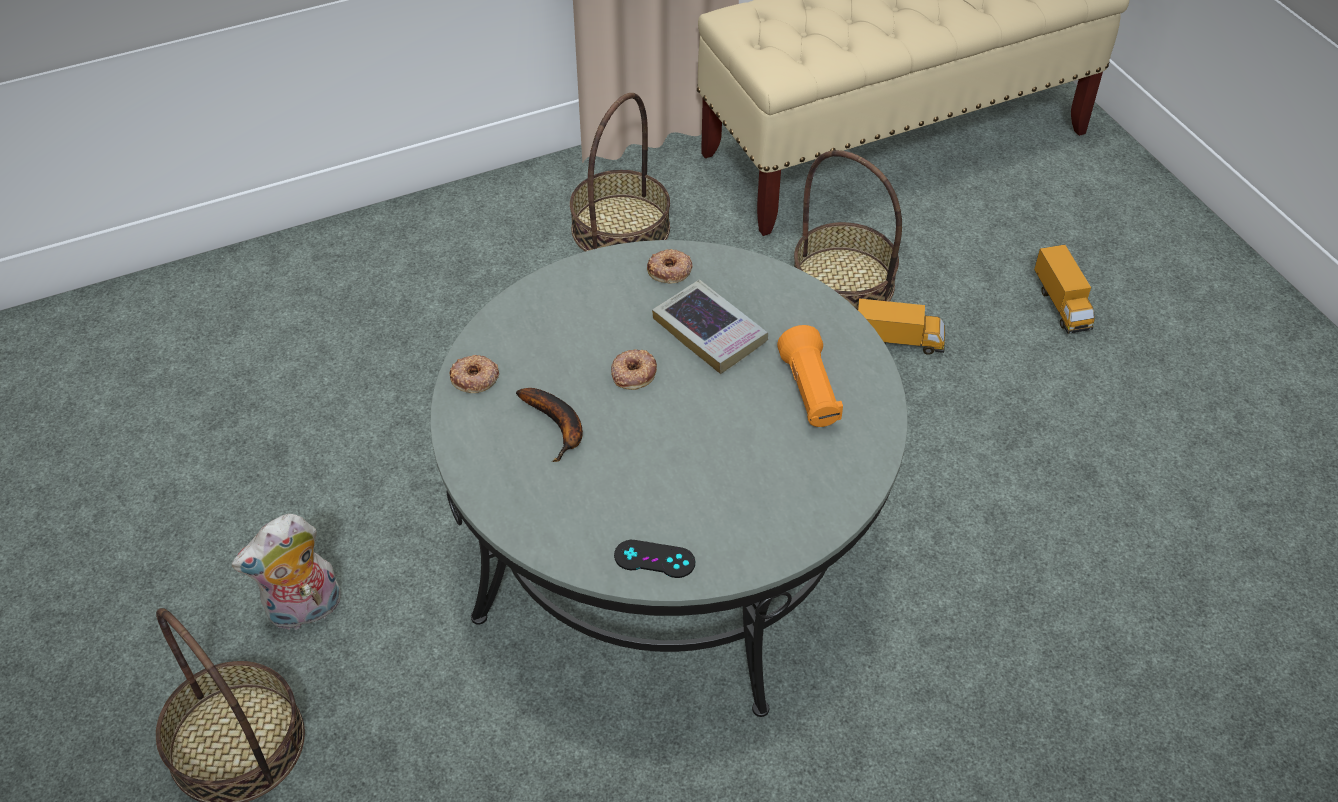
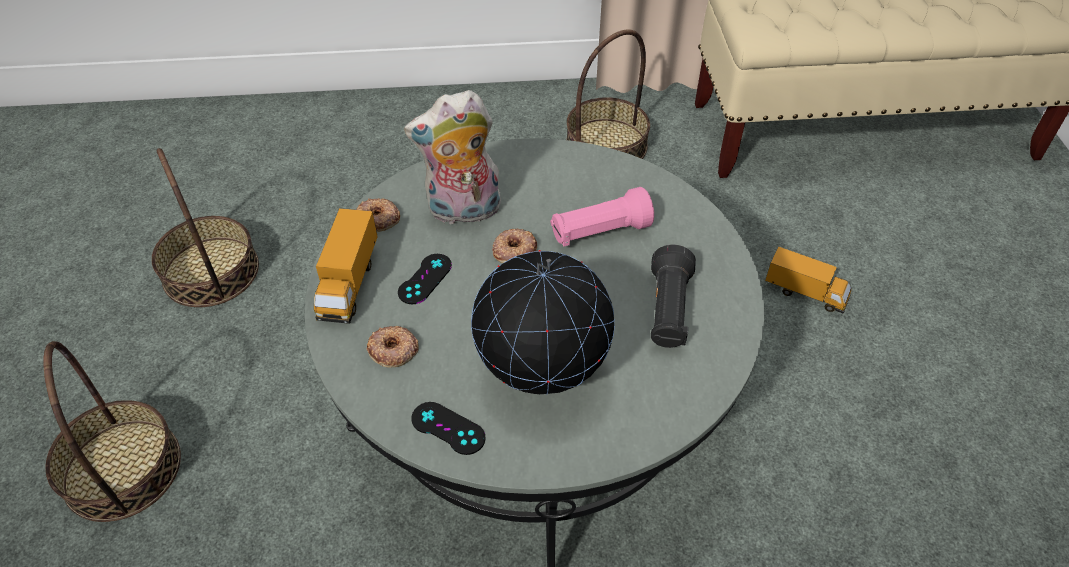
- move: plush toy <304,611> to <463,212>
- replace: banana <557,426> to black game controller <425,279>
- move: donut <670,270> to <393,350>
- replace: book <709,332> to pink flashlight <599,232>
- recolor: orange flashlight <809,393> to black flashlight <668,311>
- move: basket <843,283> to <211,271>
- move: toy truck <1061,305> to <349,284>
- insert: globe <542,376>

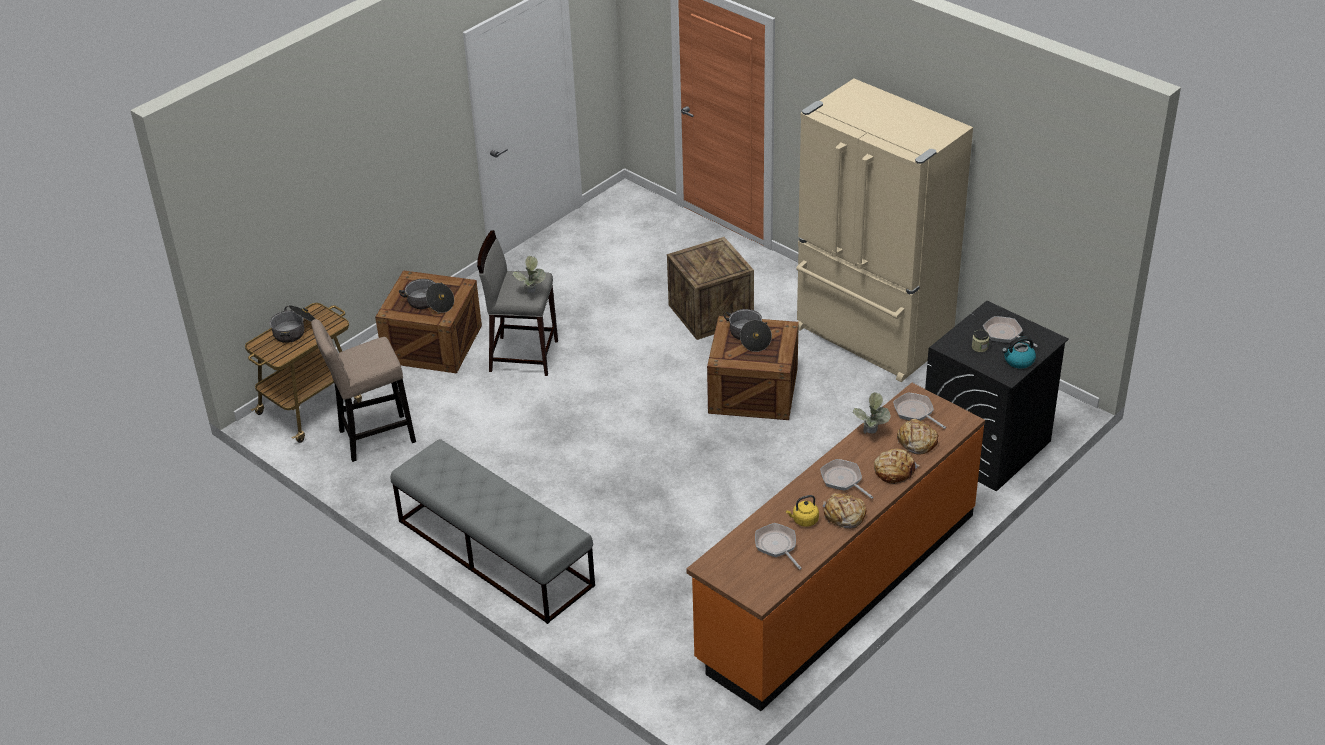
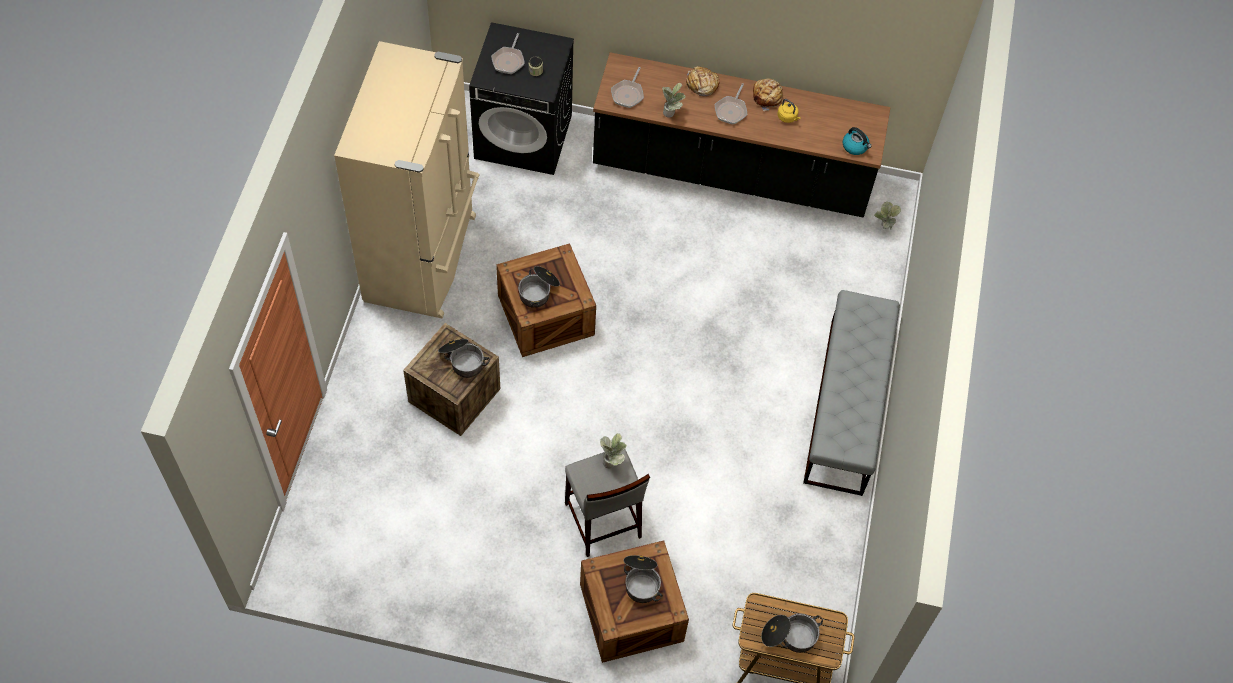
- delete: beige stool <372,438>
- recolor: orange counter <837,587> to black counter <731,173>
- delete: frying pan <777,546>
- delete: bread <916,442>
- move: kettle <1018,361> to <855,146>
- insert: cooking pot <462,360>
- insert: potted plant <883,227>

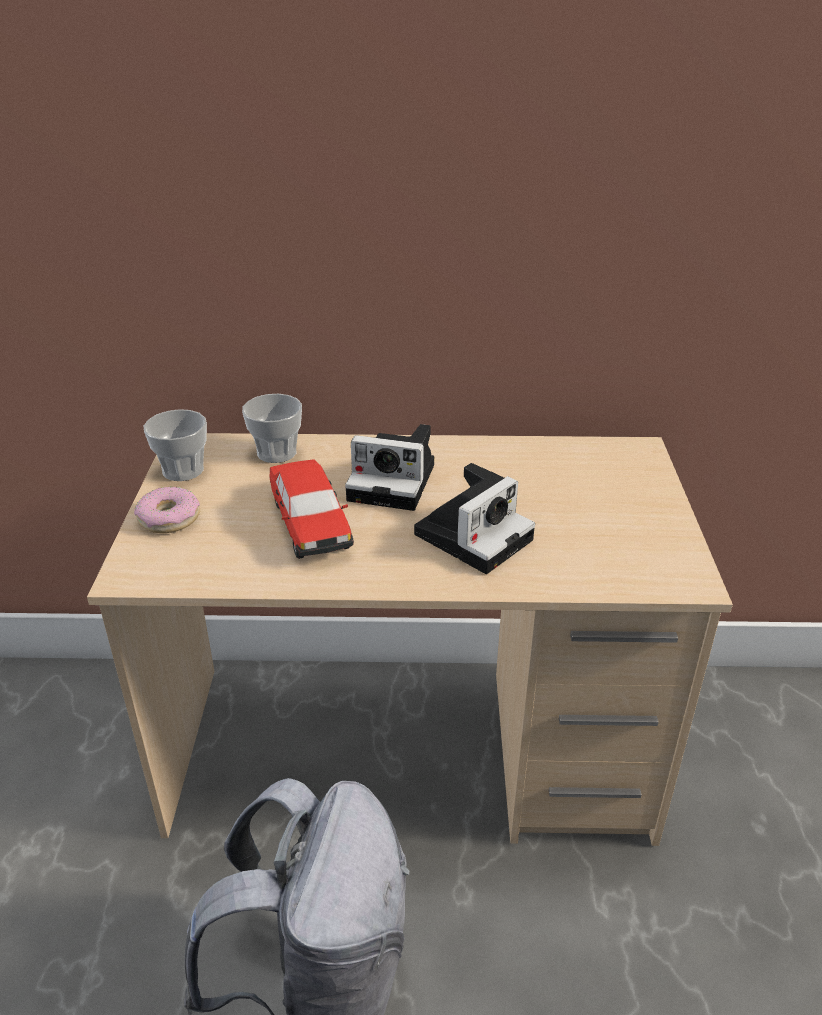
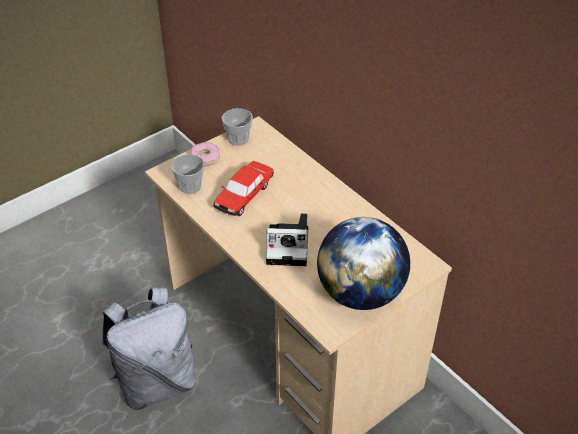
- move: cup <276,452> to <190,186>
- delete: photo camera <396,482>
- insert: globe <360,293>

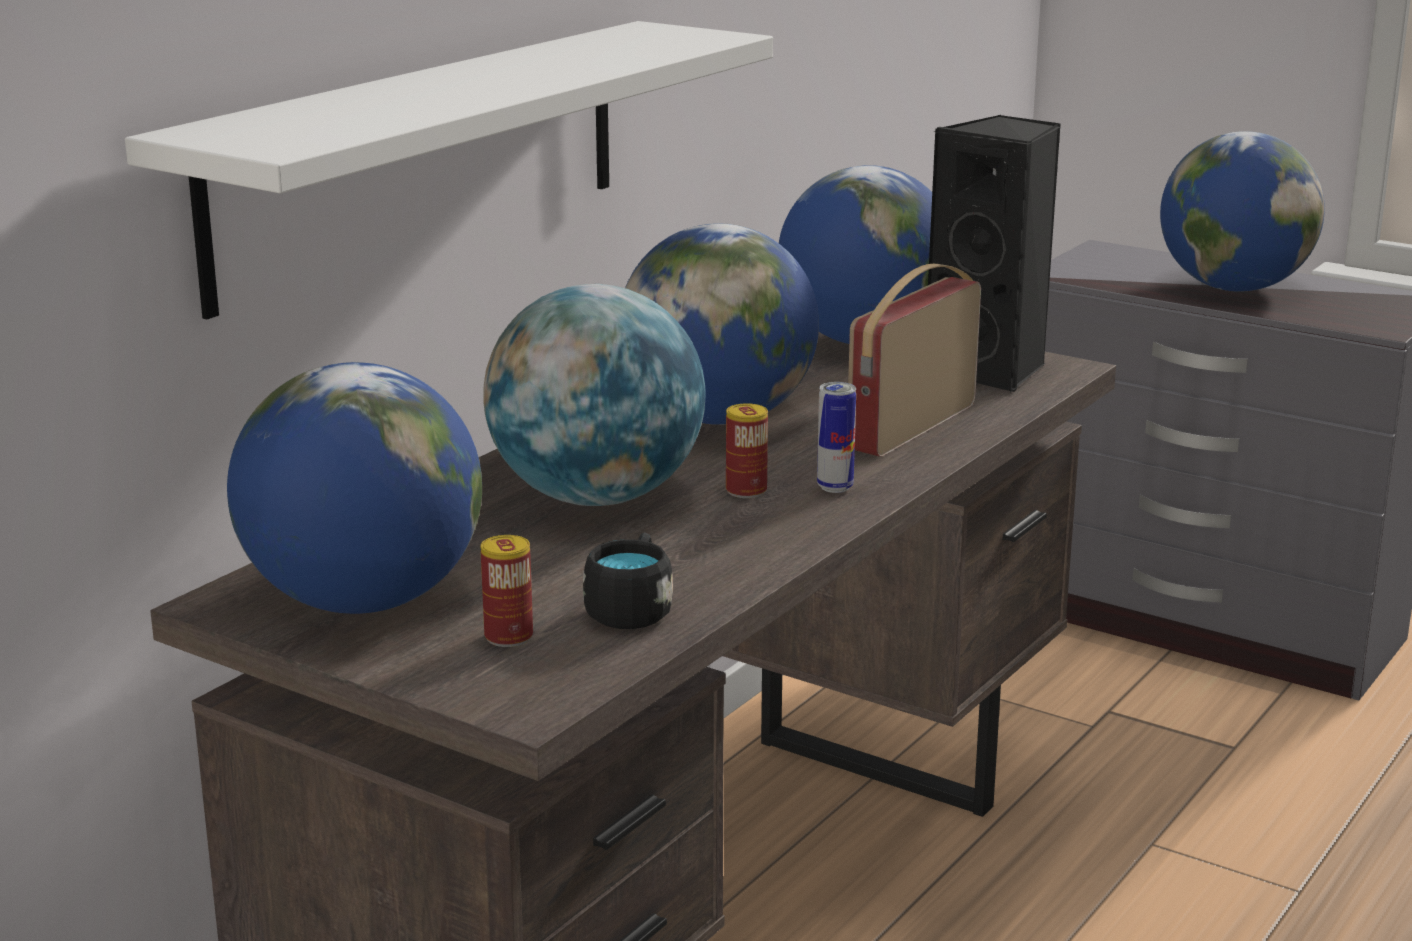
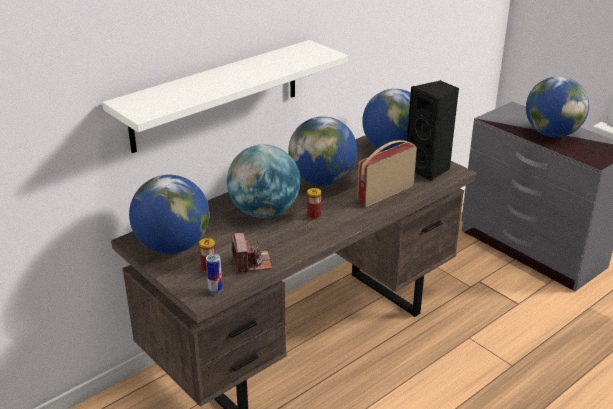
- replace: black mug <632,609> to photo camera <251,262>
- move: can <835,487> to <215,291>

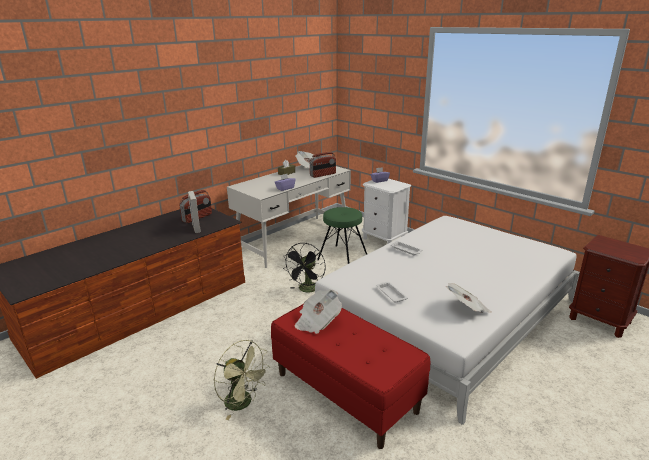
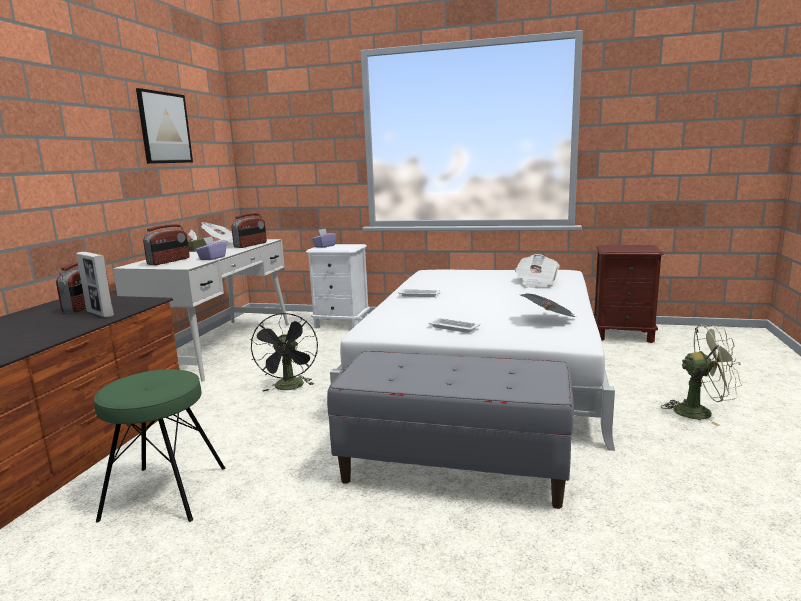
- move: green fan <243,403> to <700,412>
- recolor: red bench <346,392> to grey bench <454,468>
- move: newspaper <317,322> to <536,283>
- move: green stool <342,257> to <165,493>
- insert: picture <164,128>
- insert: radio <169,261>

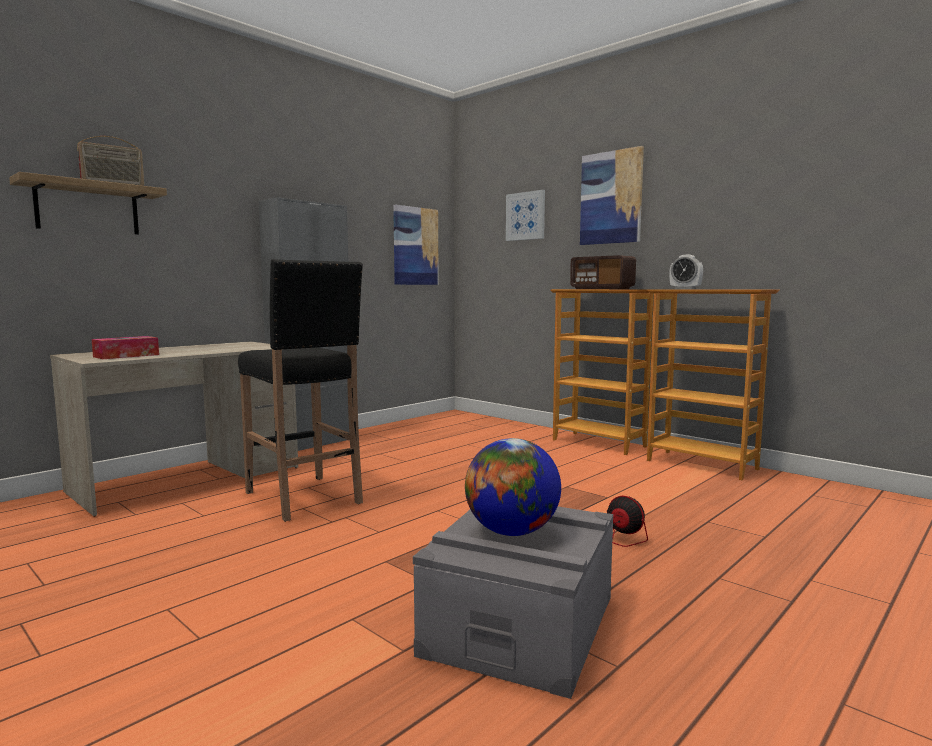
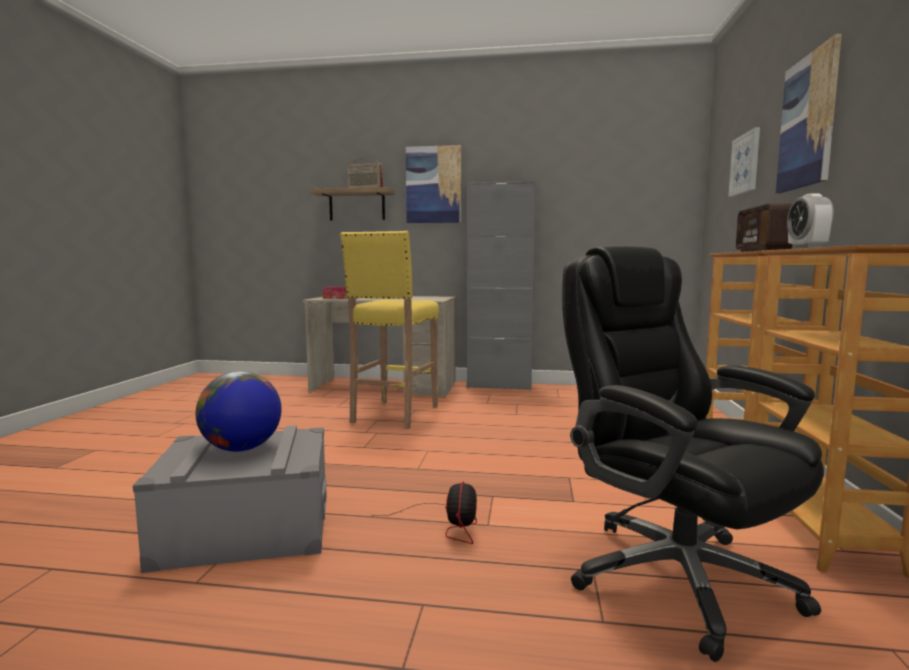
- recolor: black stool <304,498> to yellow stool <394,415>
- move: picture <415,246> to <433,185>
- insert: black office chair <675,575>

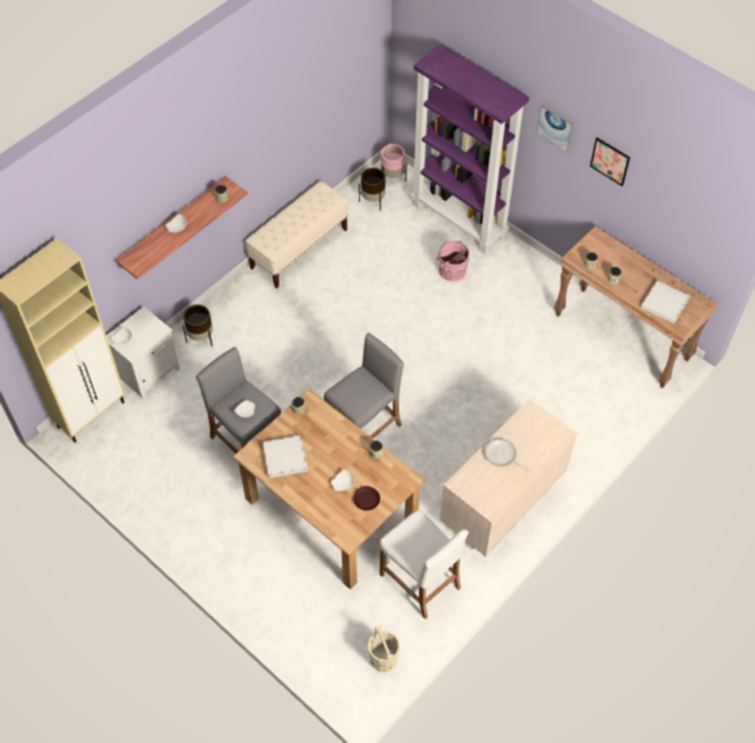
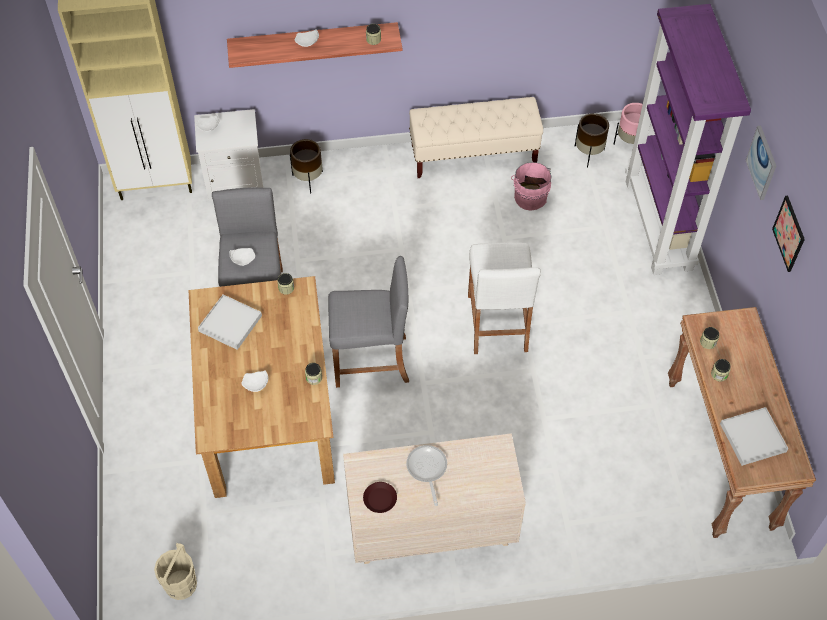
- move: brown plate <367,500> to <380,499>
- move: white stool <420,581> to <497,323>
- move: pink bucket <451,270> to <530,196>

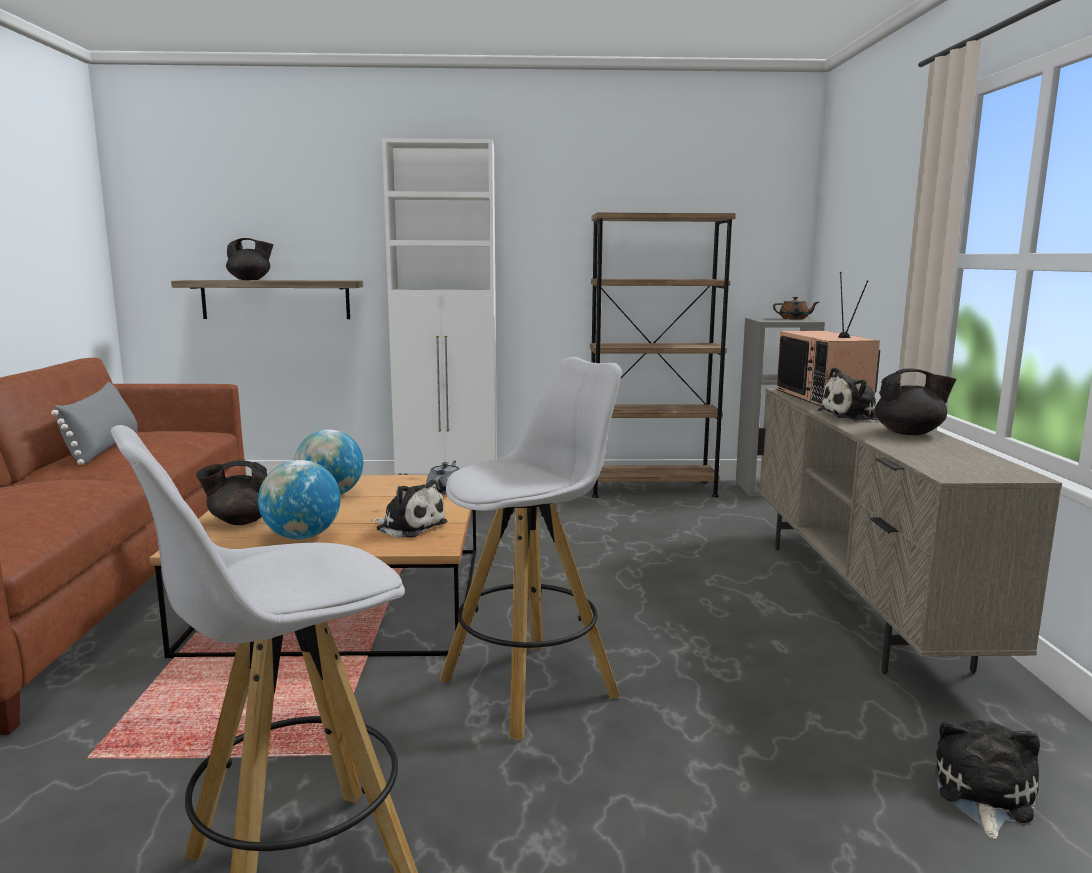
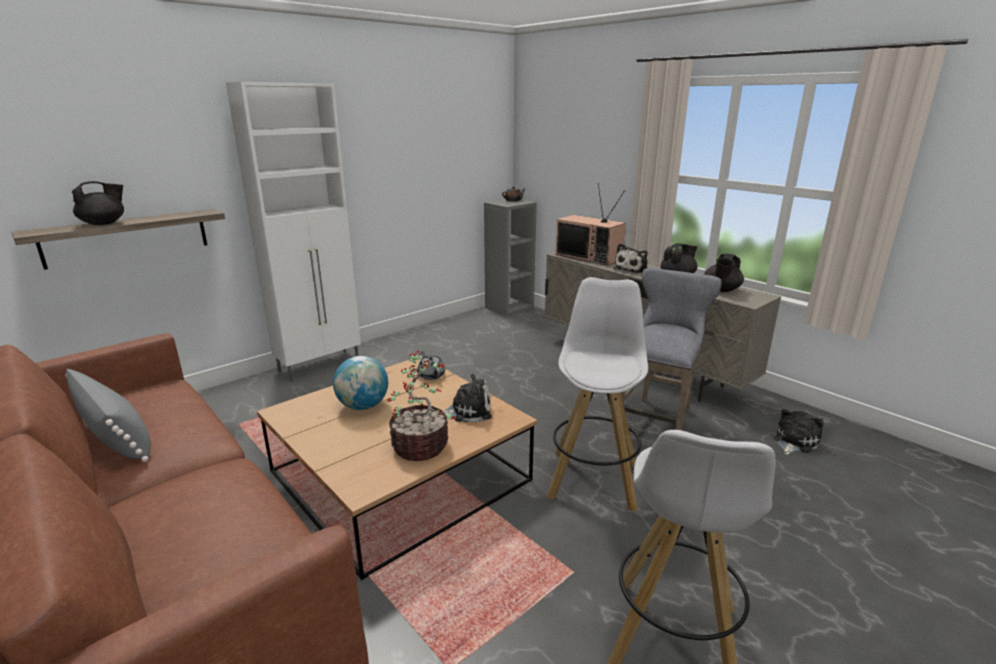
- move: black teapot <240,521> to <721,290>
- replace: globe <302,537> to potted plant <421,447>
- delete: brown bookcase <651,489>
- rotate: plush toy <983,795> = <794,441> 60 degrees clockwise
- insert: grey stool <657,420>

